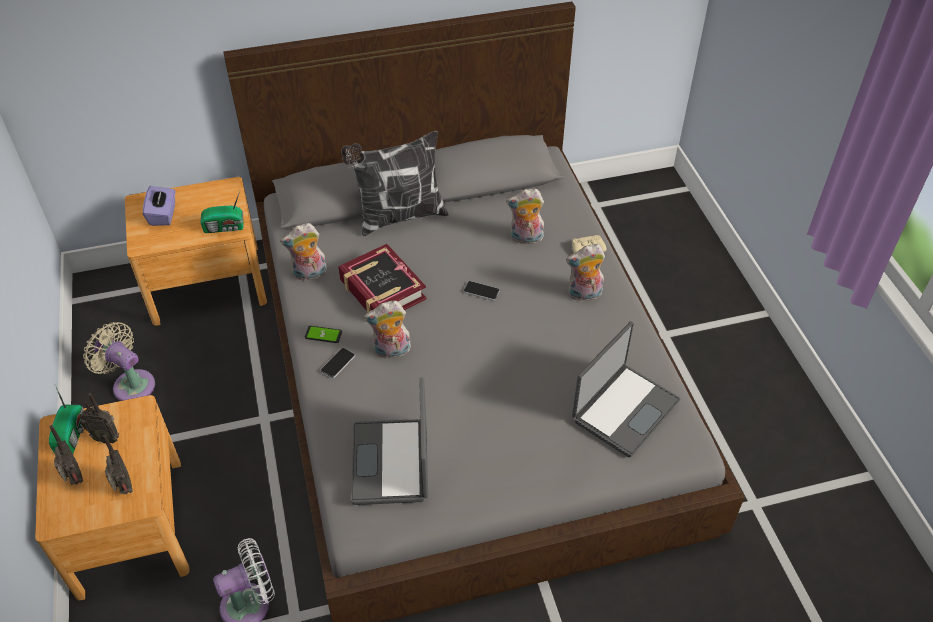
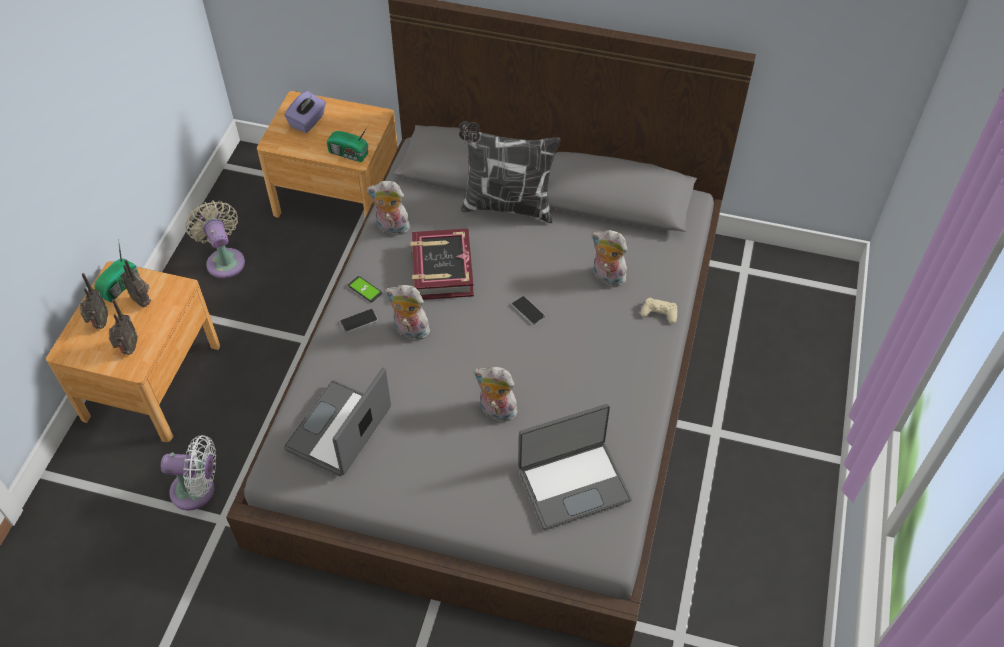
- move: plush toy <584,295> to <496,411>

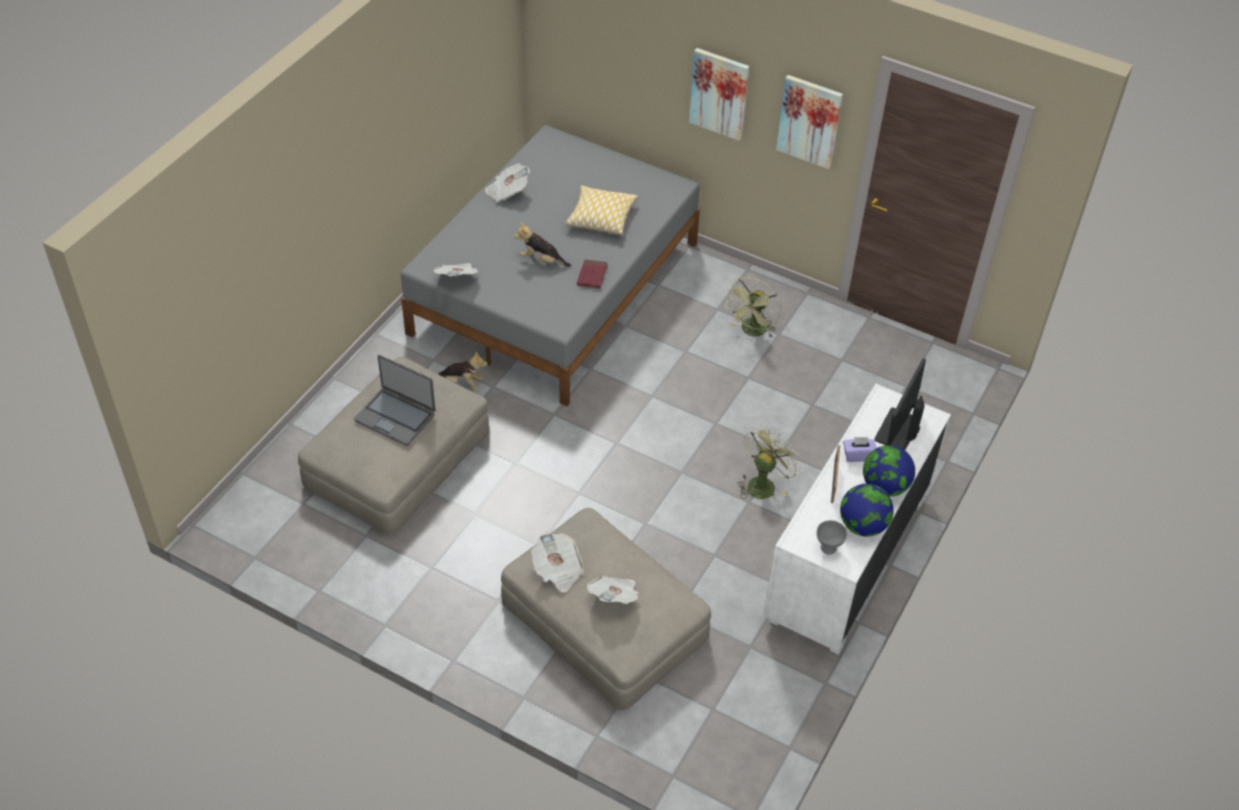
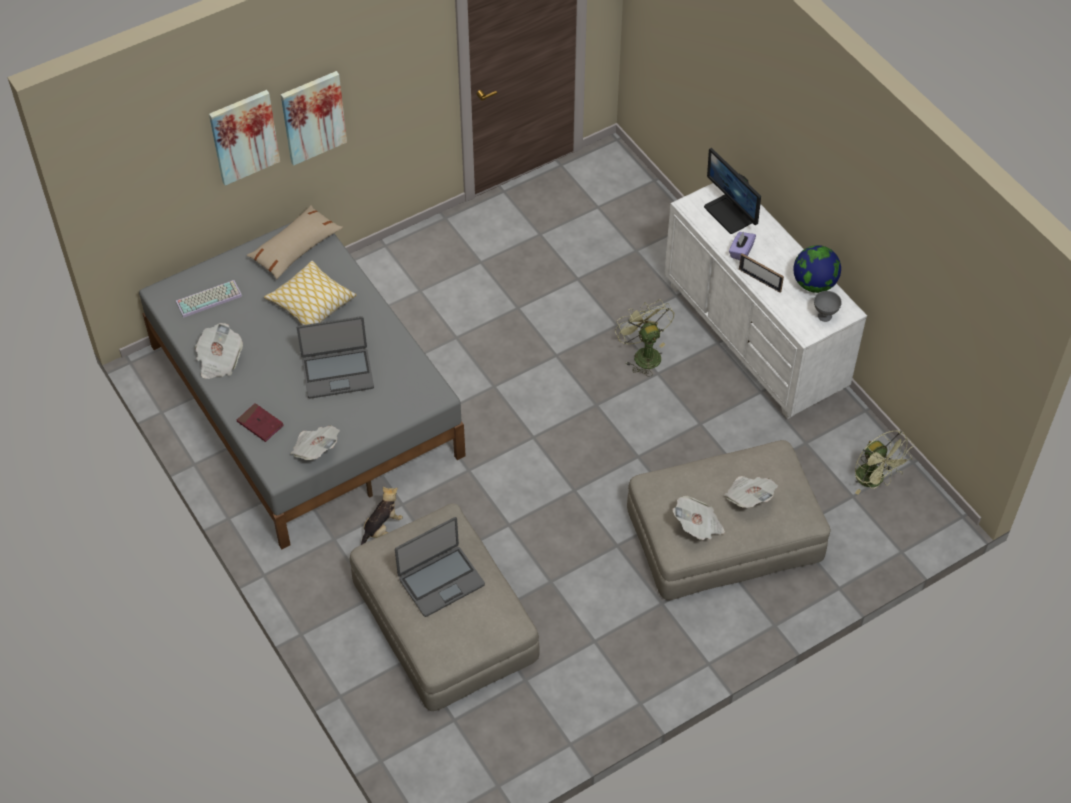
- replace: plush toy <541,260> to laptop <337,373>
- move: red book <592,275> to <260,424>
- move: green fan <752,332> to <874,480>
- move: picture <809,121> to <244,136>
- delete: globe <885,486>
- insert: keyboard <209,298>
- insert: beige pillow <295,248>

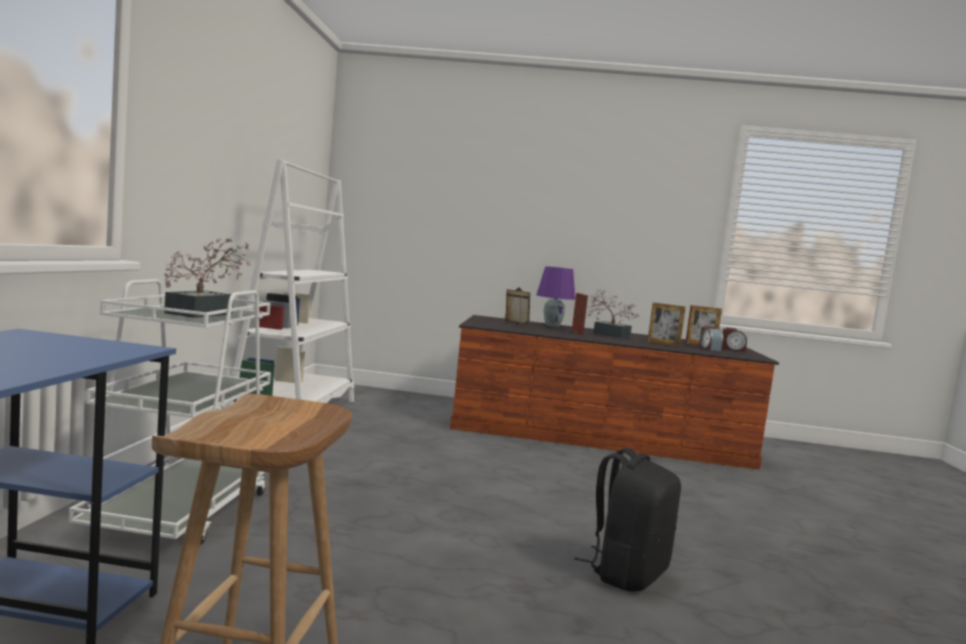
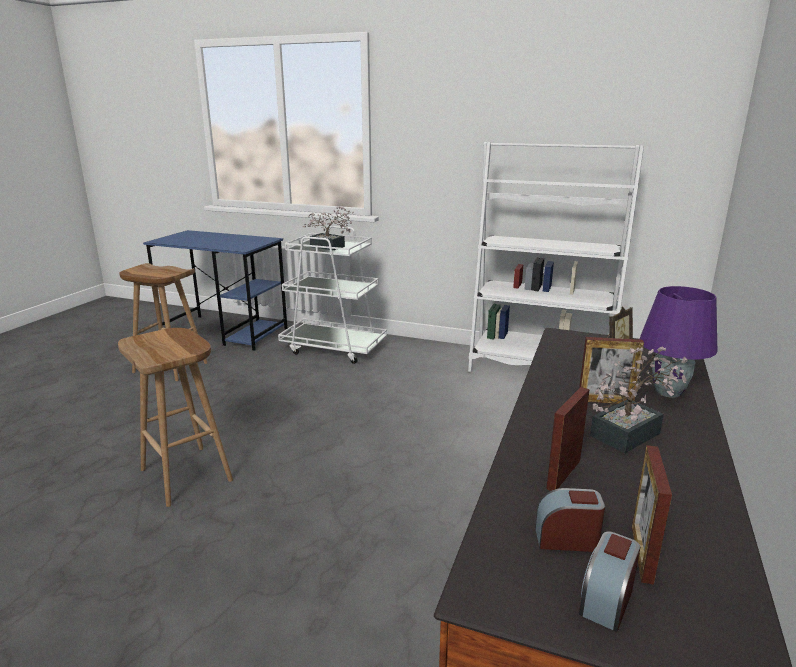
- replace: black backpack <626,573> to brown stool <187,475>

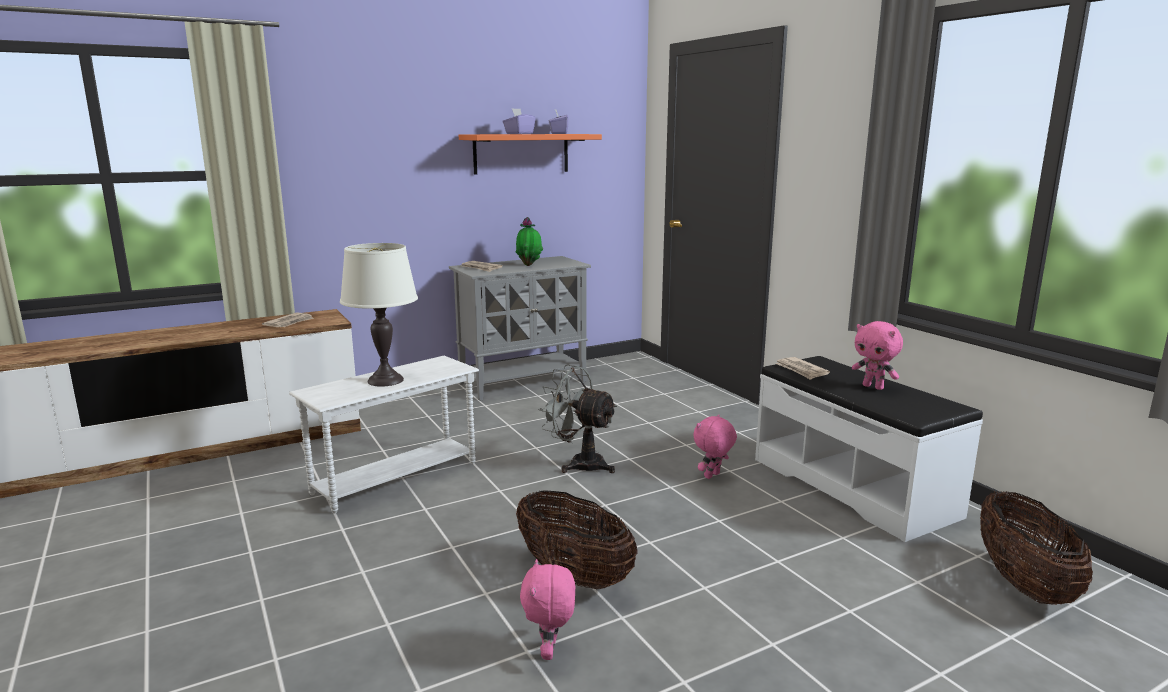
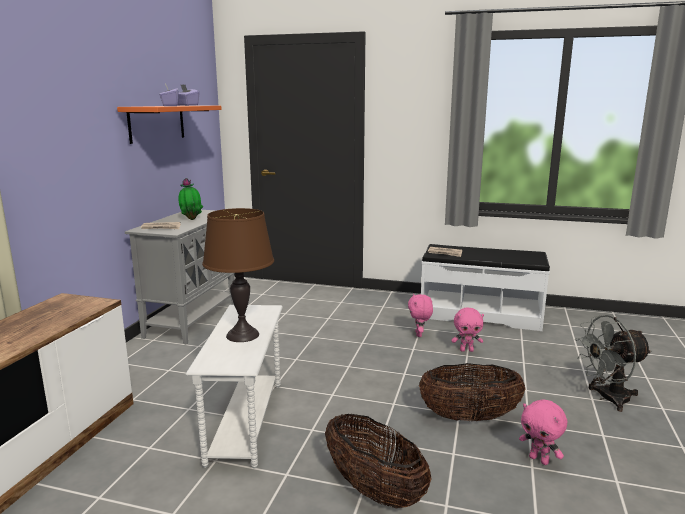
- delete: newspaper <289,323>
- recolor: white table lamp <385,380> to brown table lamp <242,335>
- move: grey fan <579,463> to <607,398>
- move: pink plush toy <873,387> to <466,350>
- move: basket <1023,583> to <374,490>

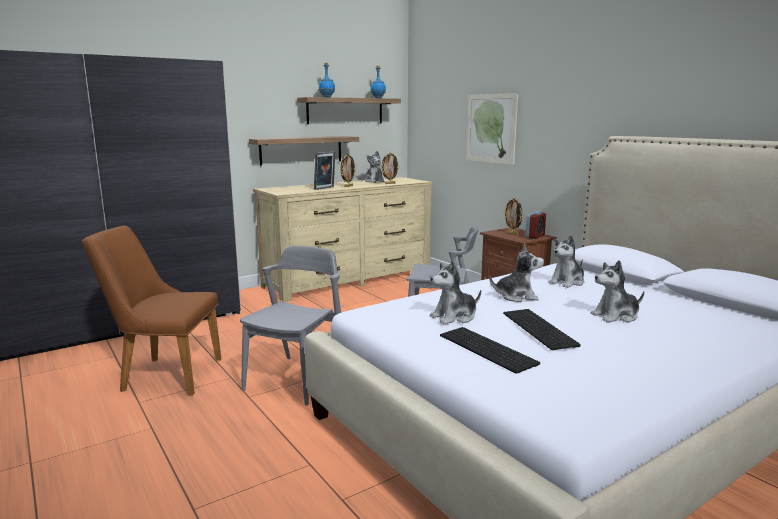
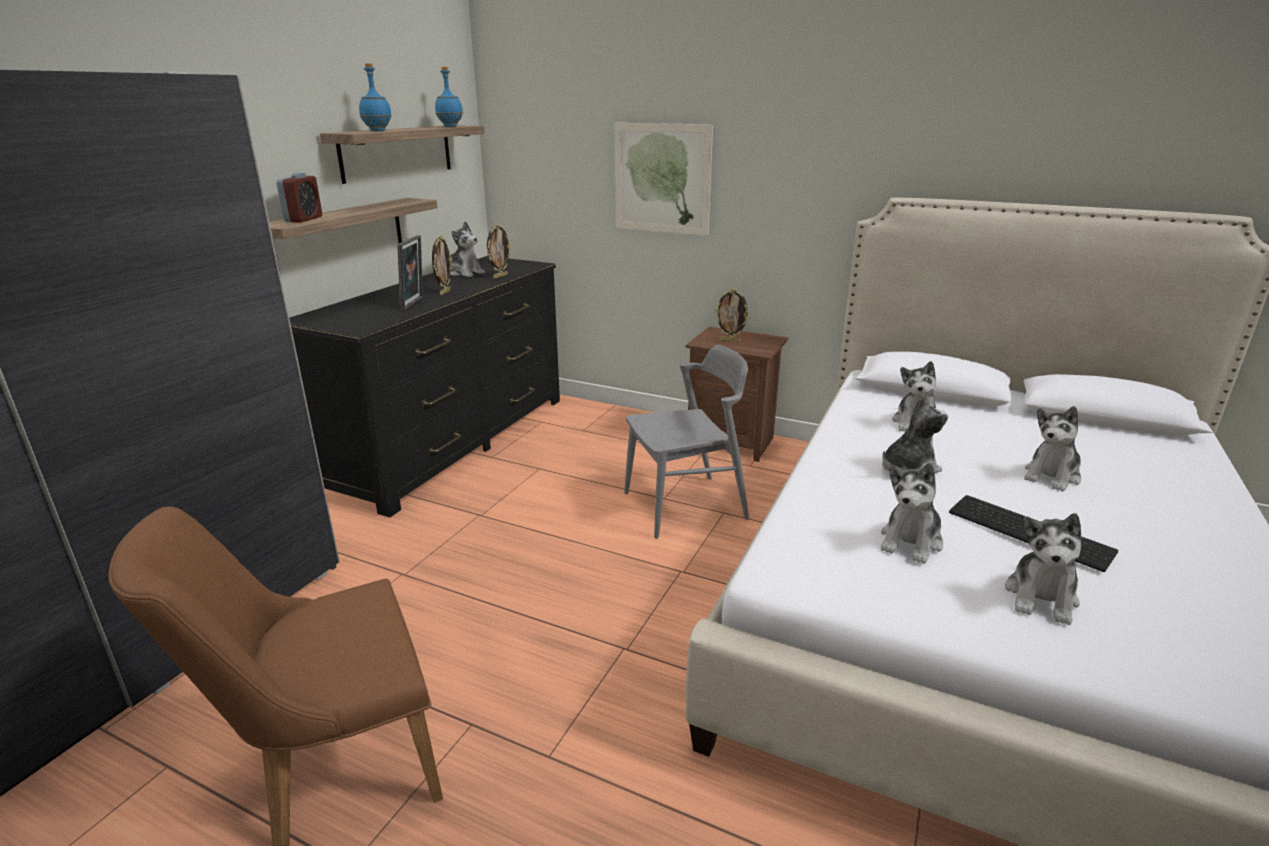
- delete: grey chair <297,379>
- recolor: beige dresser <349,279> to black dresser <453,441>
- replace: keyboard <489,349> to plush toy <1041,597>
- move: alarm clock <535,236> to <304,219>

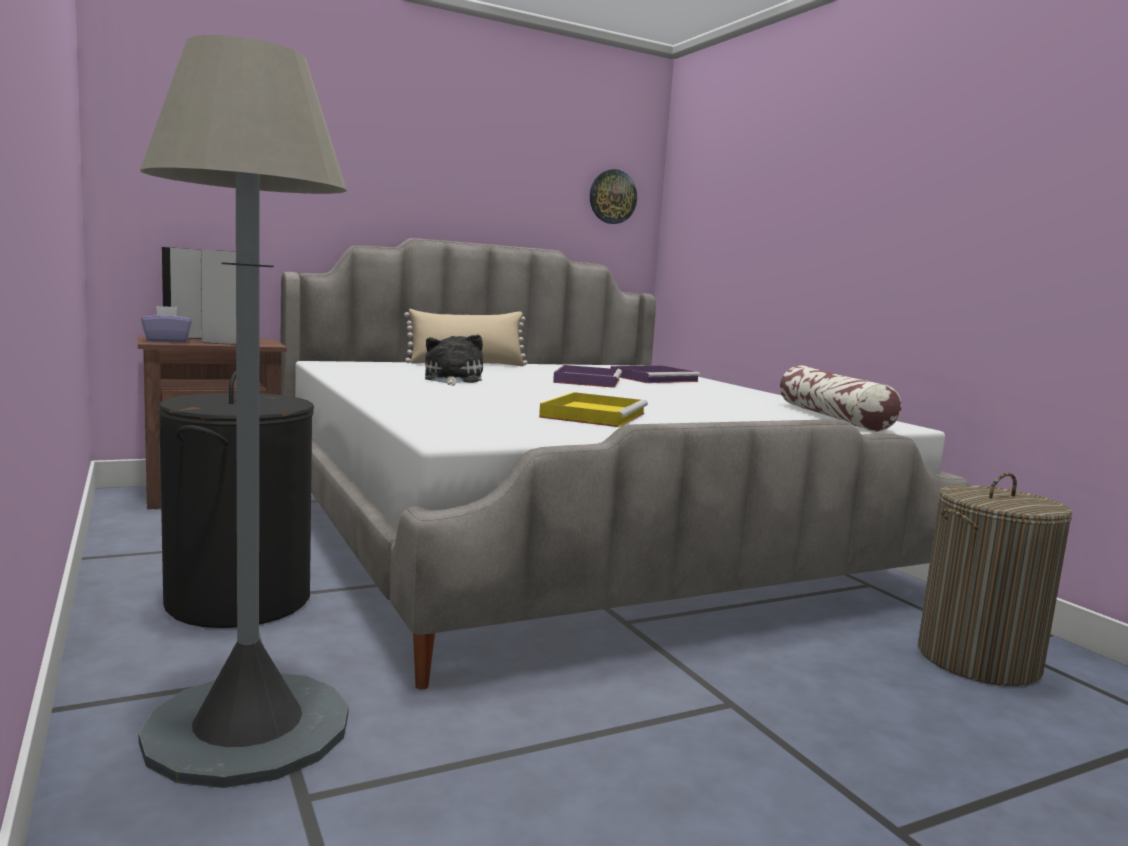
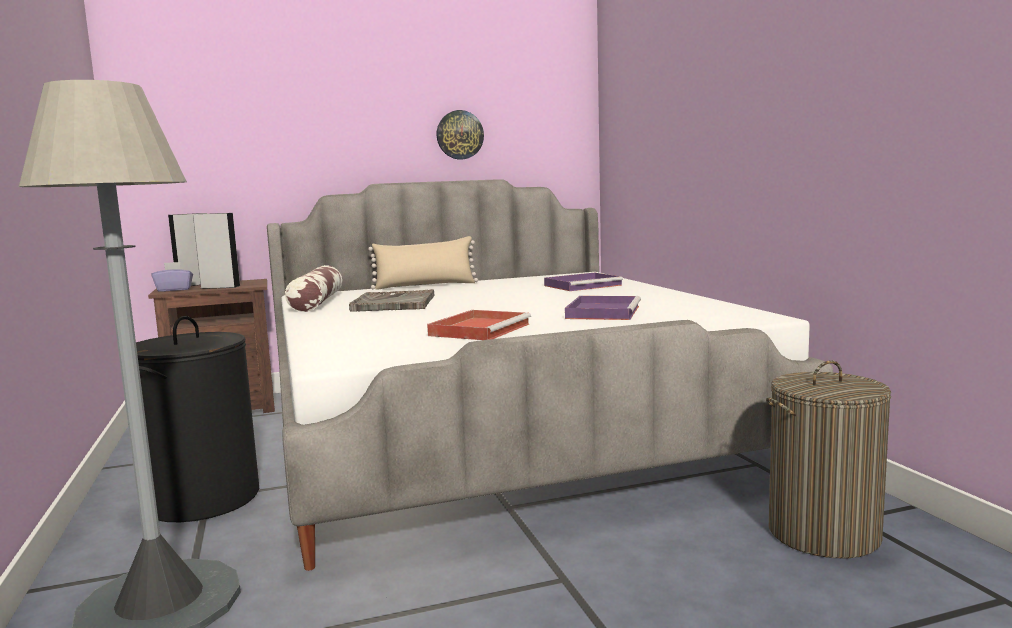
- replace: plush toy <452,380> to grey tray <393,303>
- recolor: yellow tray <594,415> to red tray <480,329>
- move: purple tray <587,380> to <603,312>
- move: wall clock <612,197> to <459,135>
- move: pillow <833,417> to <316,302>

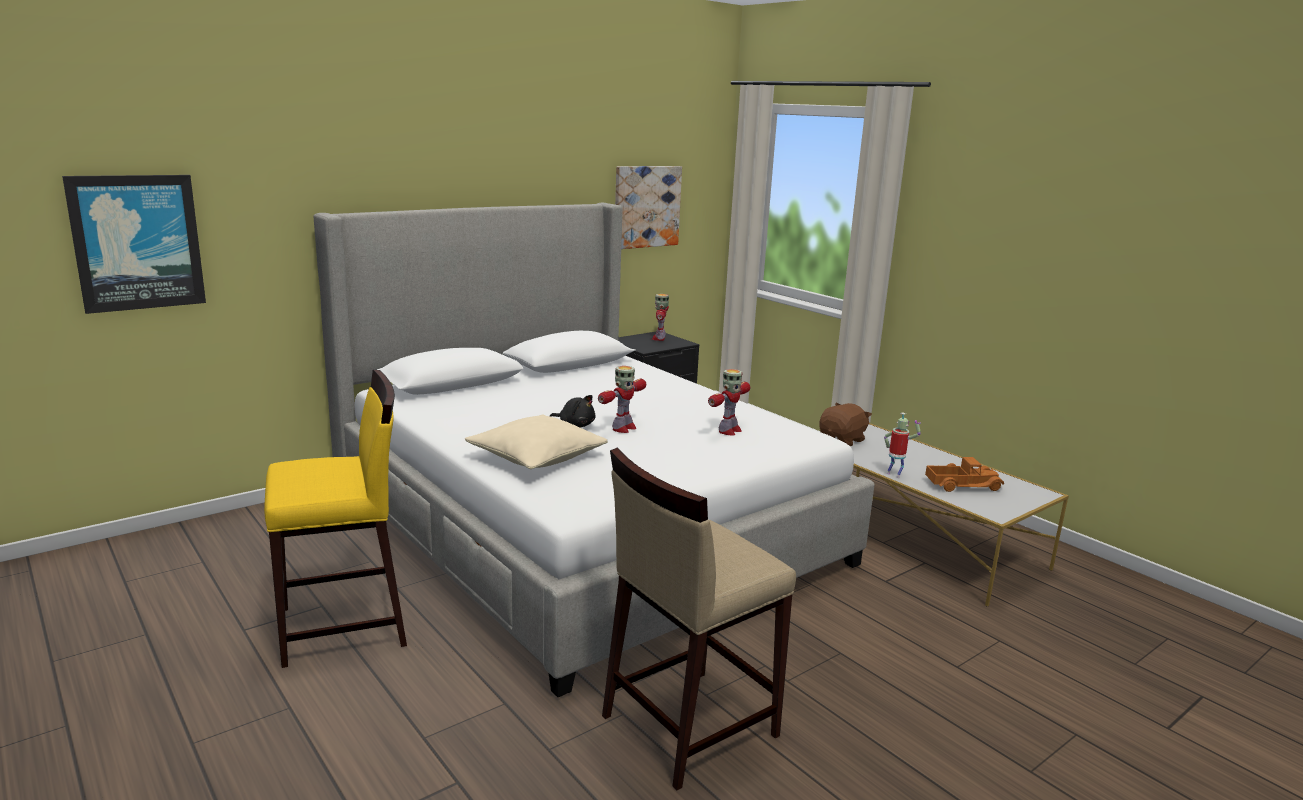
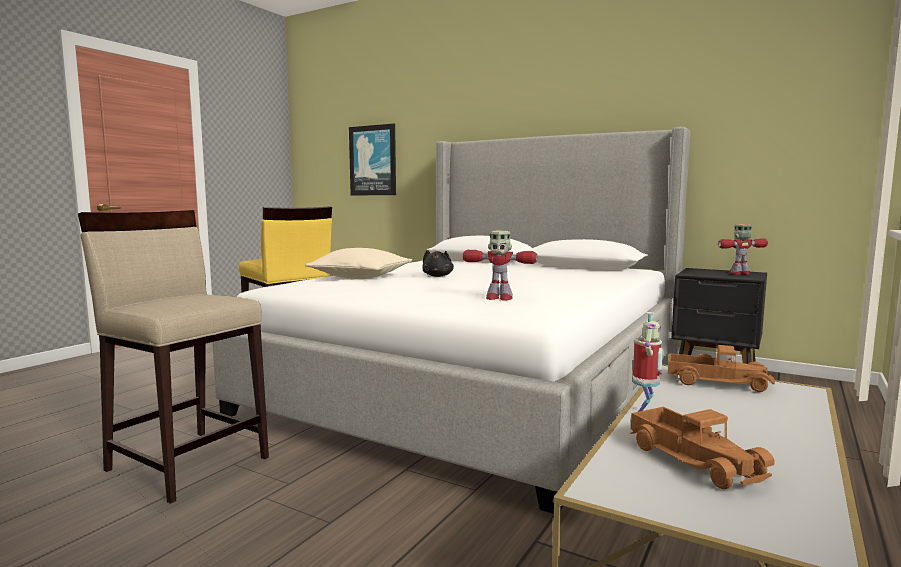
- delete: toy robot <623,428>
- delete: picture <646,206>
- replace: brown plush toy <842,440> to toy truck <716,382>

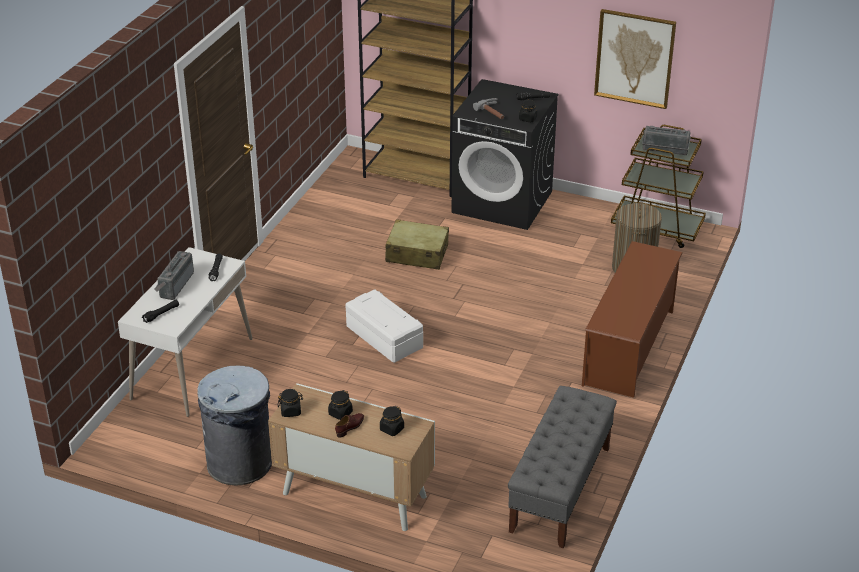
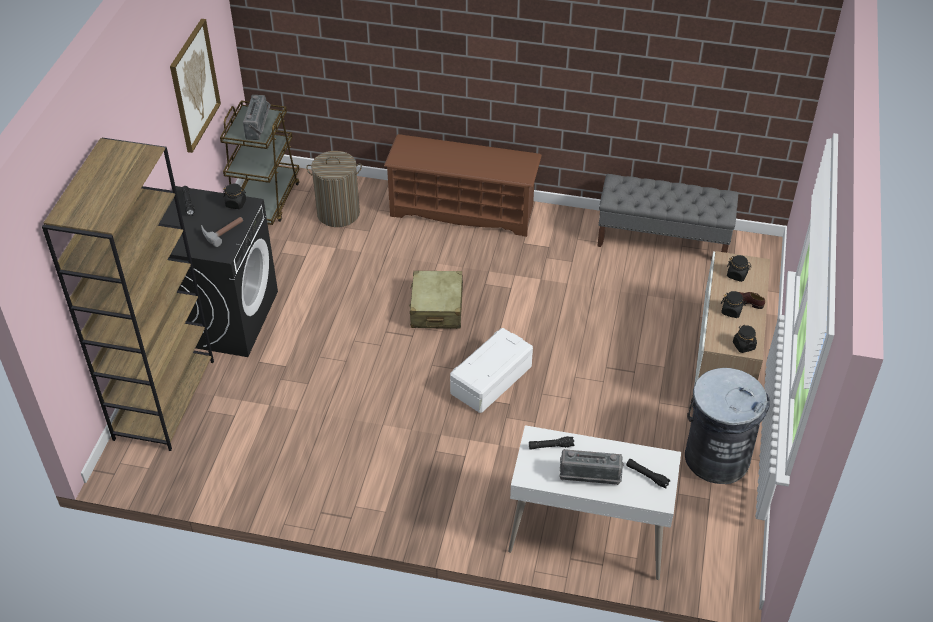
- move: beige suitcase <417,254> to <436,308>

